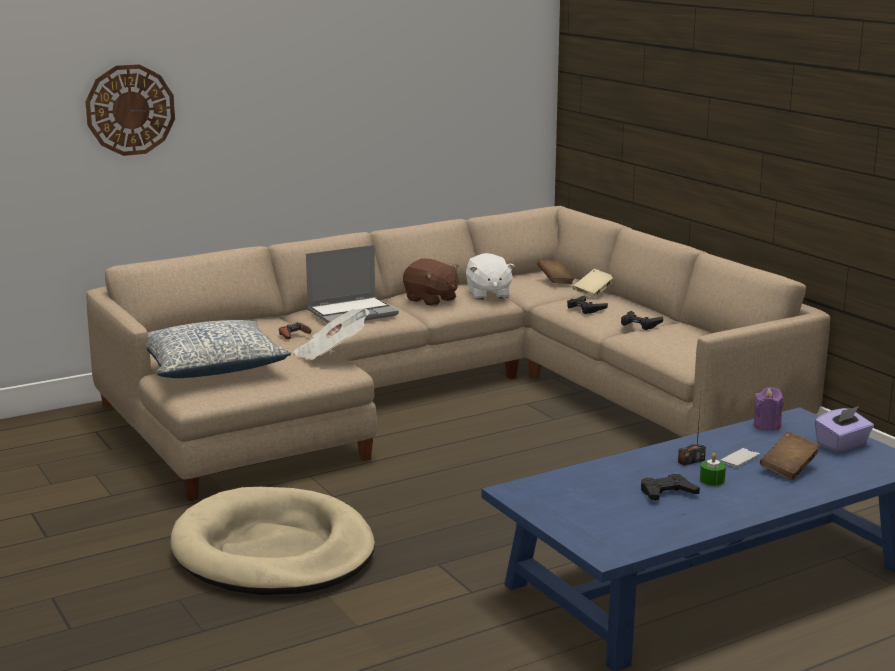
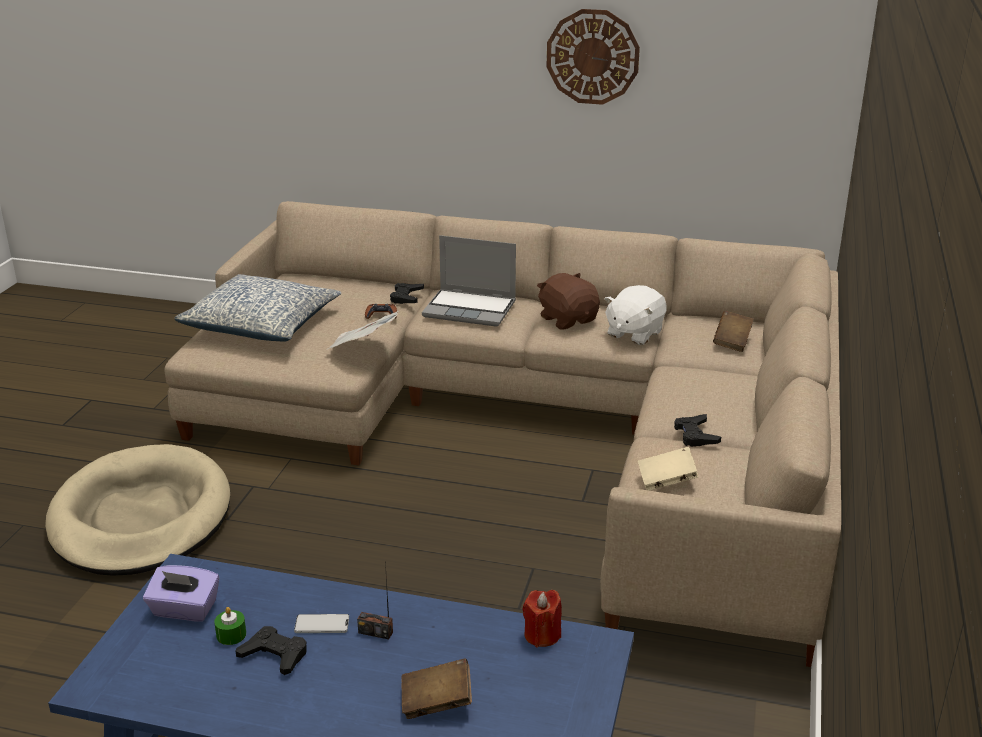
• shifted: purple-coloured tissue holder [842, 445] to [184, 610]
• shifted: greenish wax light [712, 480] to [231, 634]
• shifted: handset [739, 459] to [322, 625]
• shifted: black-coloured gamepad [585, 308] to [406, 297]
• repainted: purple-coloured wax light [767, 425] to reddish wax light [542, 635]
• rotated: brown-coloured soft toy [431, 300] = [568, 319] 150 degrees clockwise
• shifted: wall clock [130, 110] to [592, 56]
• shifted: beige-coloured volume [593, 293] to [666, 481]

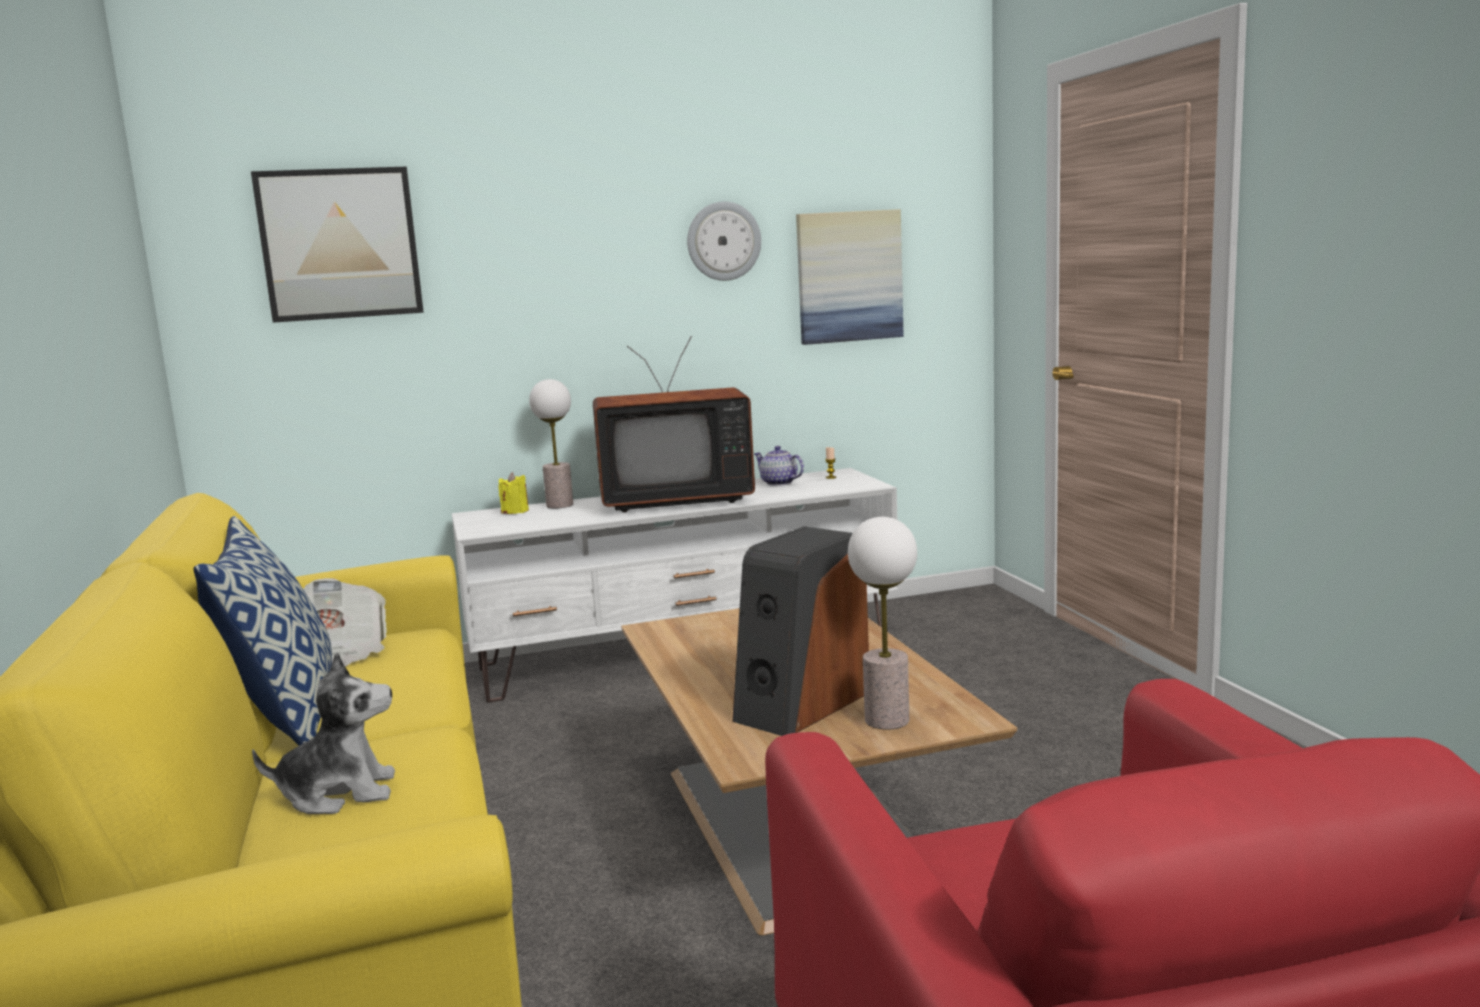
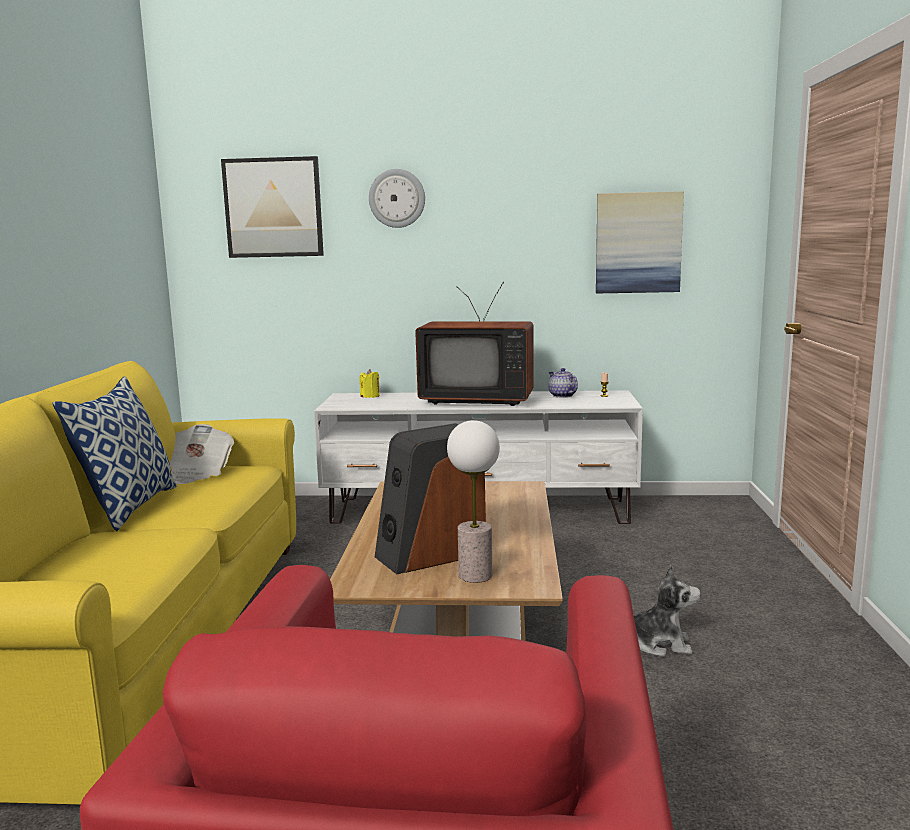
• shifted: wall clock [723, 241] to [397, 198]
• shifted: soft toy [339, 793] to [659, 644]
• gone: lamp for a table [559, 505]

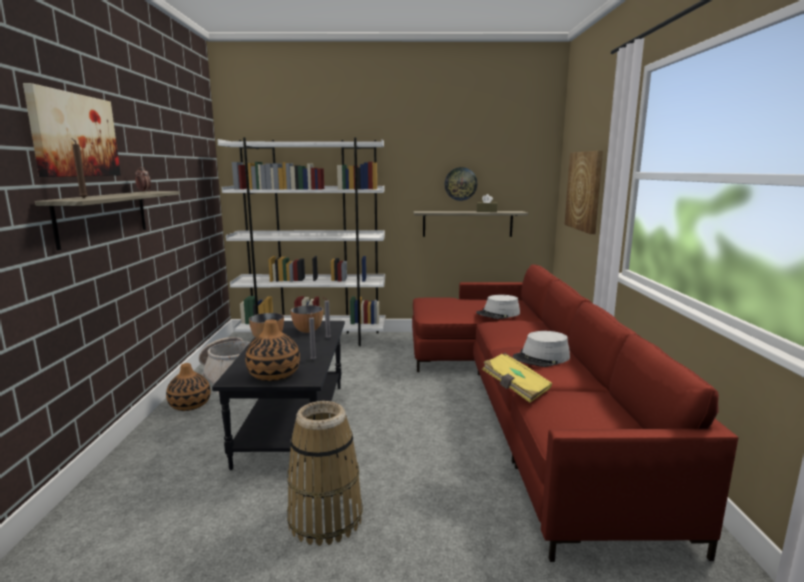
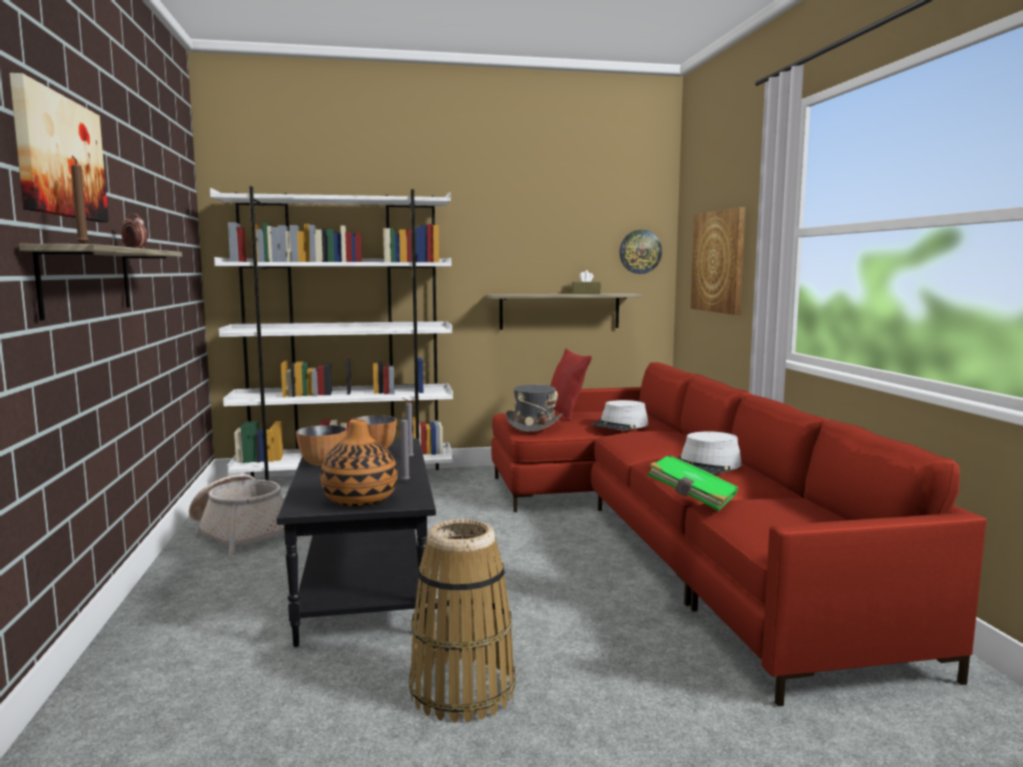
• new: gray wearable hat [534, 425]
• new: reddish throw pillow [565, 414]
• shifted: wall clock [460, 184] to [640, 251]
• repainted: yellow-coloured volume [515, 388] to greenish volume [691, 498]
• gone: decorative vase [189, 405]

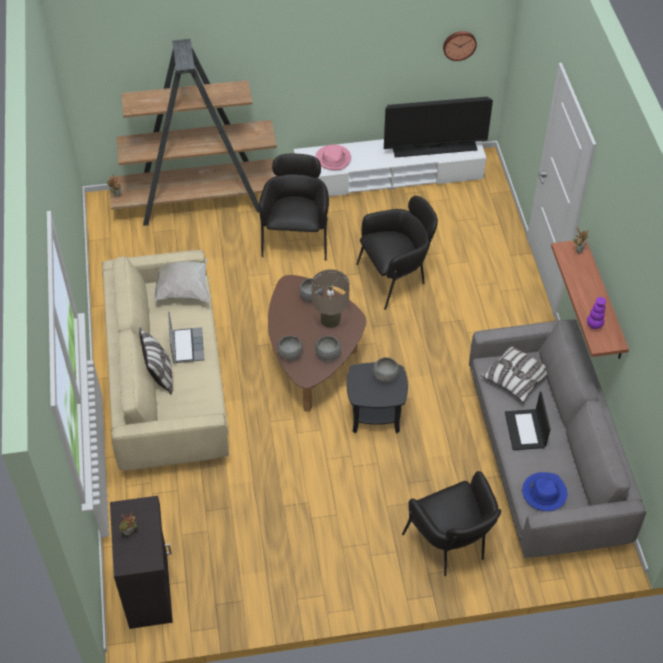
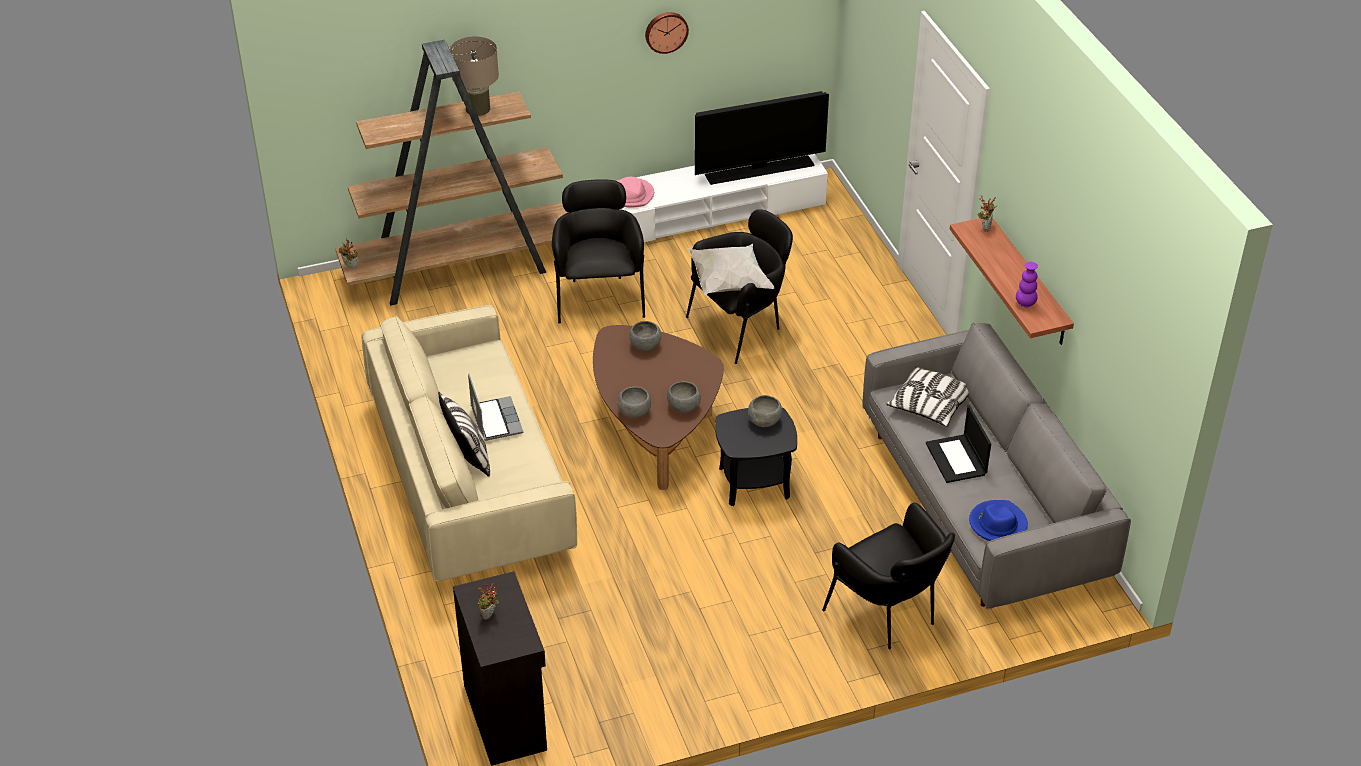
• shifted: beige-coloured lamp for a table [330, 320] to [478, 109]
• shifted: wall clock [459, 44] to [666, 31]
• shifted: white-coloured throw pillow [182, 288] to [728, 283]

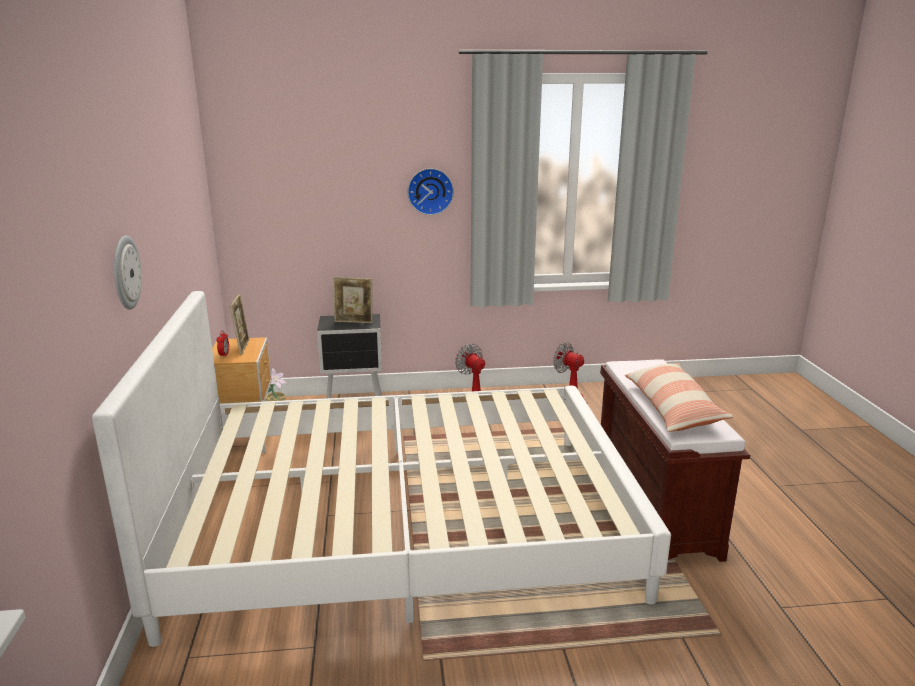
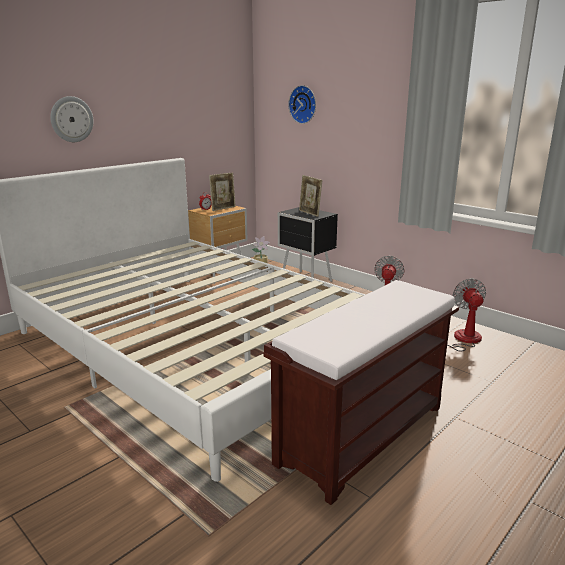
• shifted: wall clock [430, 191] to [304, 104]
• gone: throw pillow [672, 408]

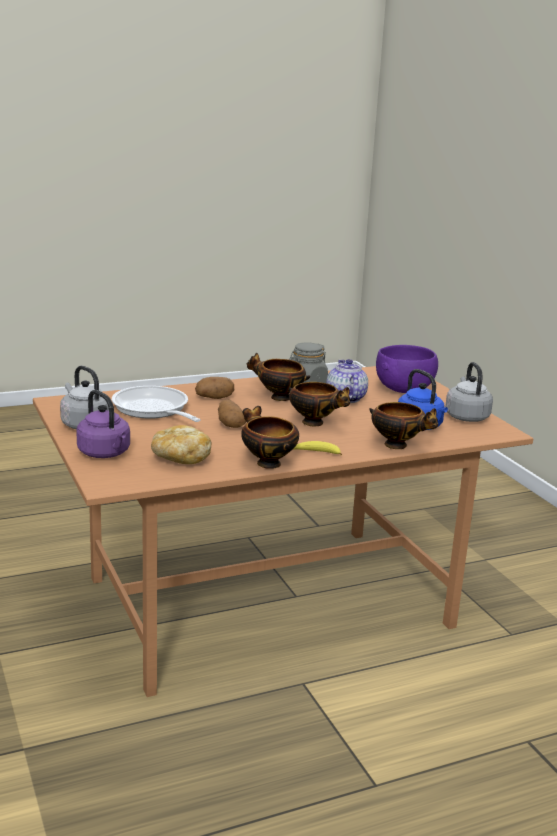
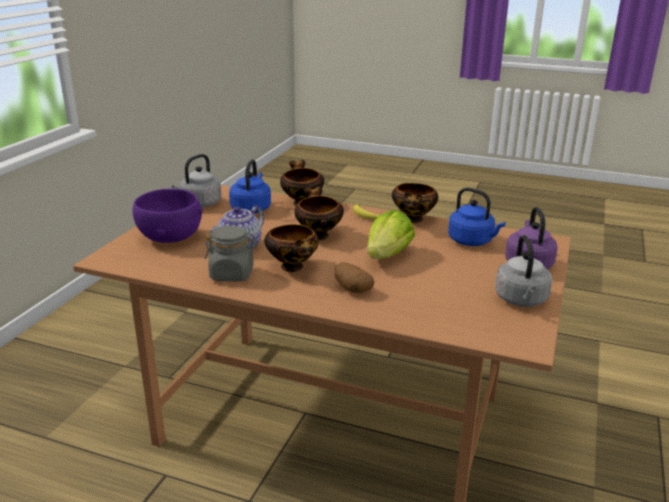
• swapped: spud [230, 425] to head of lettuce [388, 256]
• swapped: bread [180, 459] to blue-coloured tea kettle [472, 241]
• gone: frying pan [153, 410]

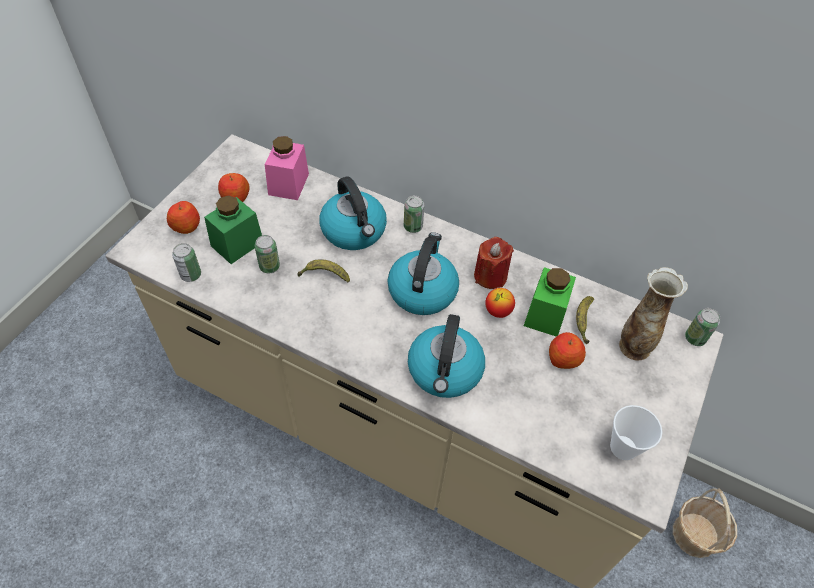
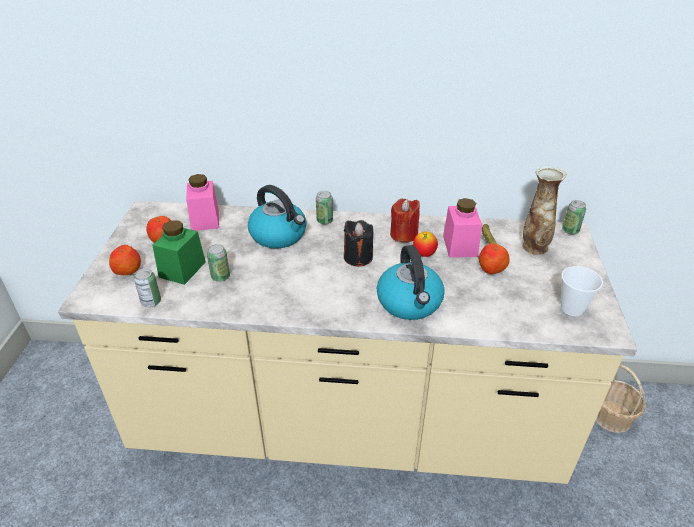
• swapped: tea kettle [422, 290] to black-coloured wax light [358, 257]
• repainted: greenish preserve jar [545, 314] to pink preserve jar [460, 246]
• gone: whole banana [324, 275]

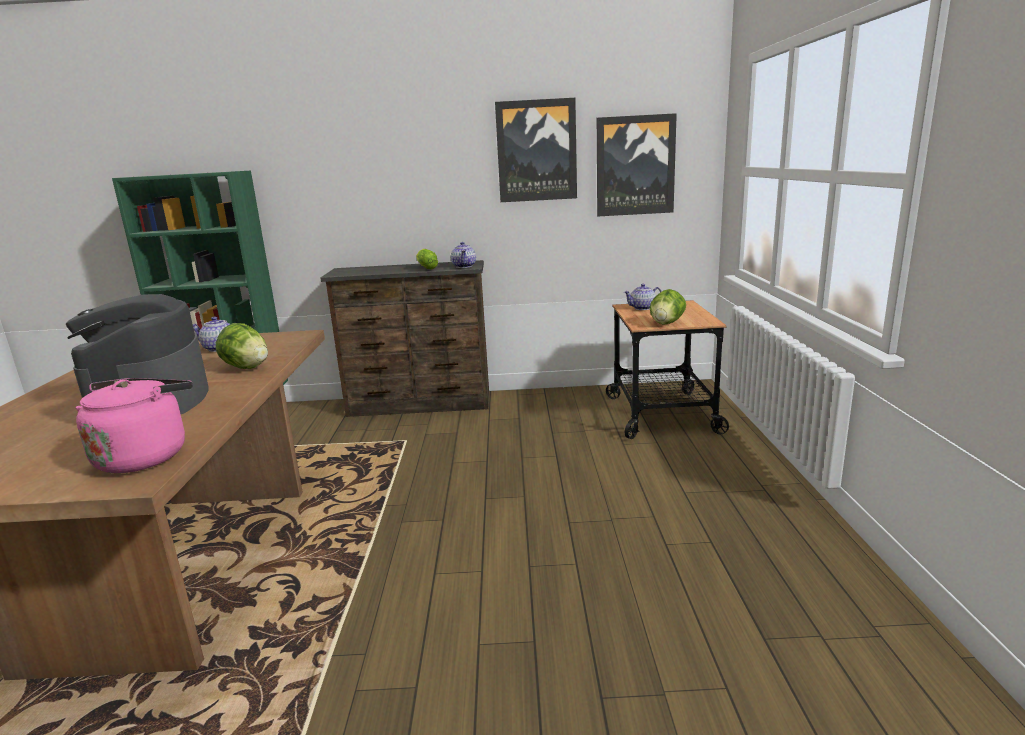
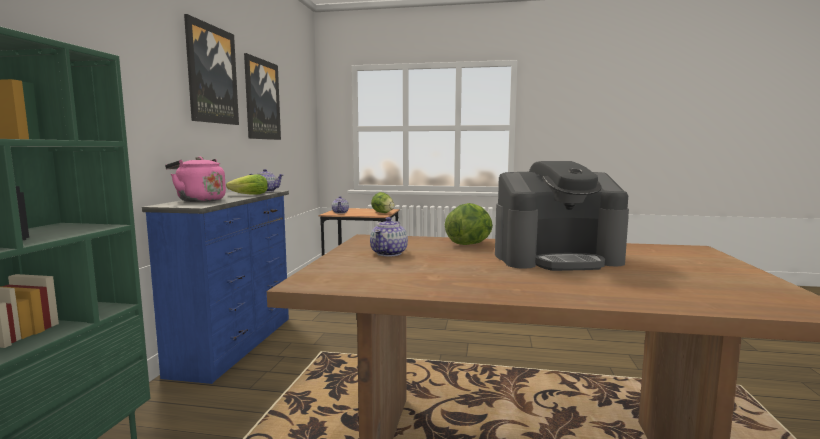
• repainted: brown-coloured dresser [420, 405] to blue-coloured dresser [236, 344]
• shifted: pink tea kettle [145, 456] to [199, 200]
• shifted: wall picture [635, 166] to [211, 74]

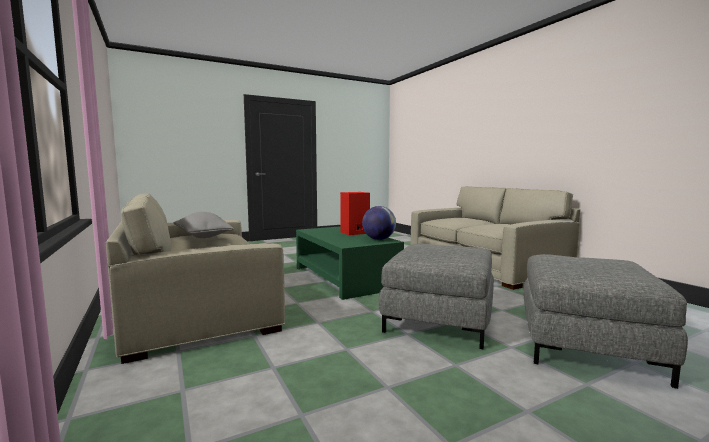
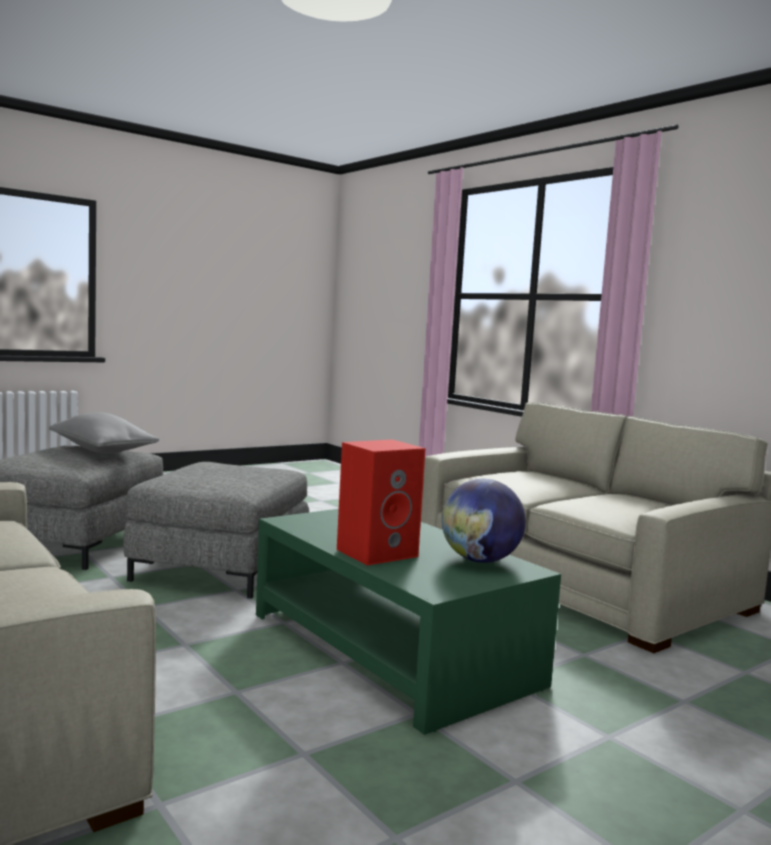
• shifted: gray throw pillow [202, 237] to [102, 451]
• shifted: desk globe [378, 239] to [480, 560]

